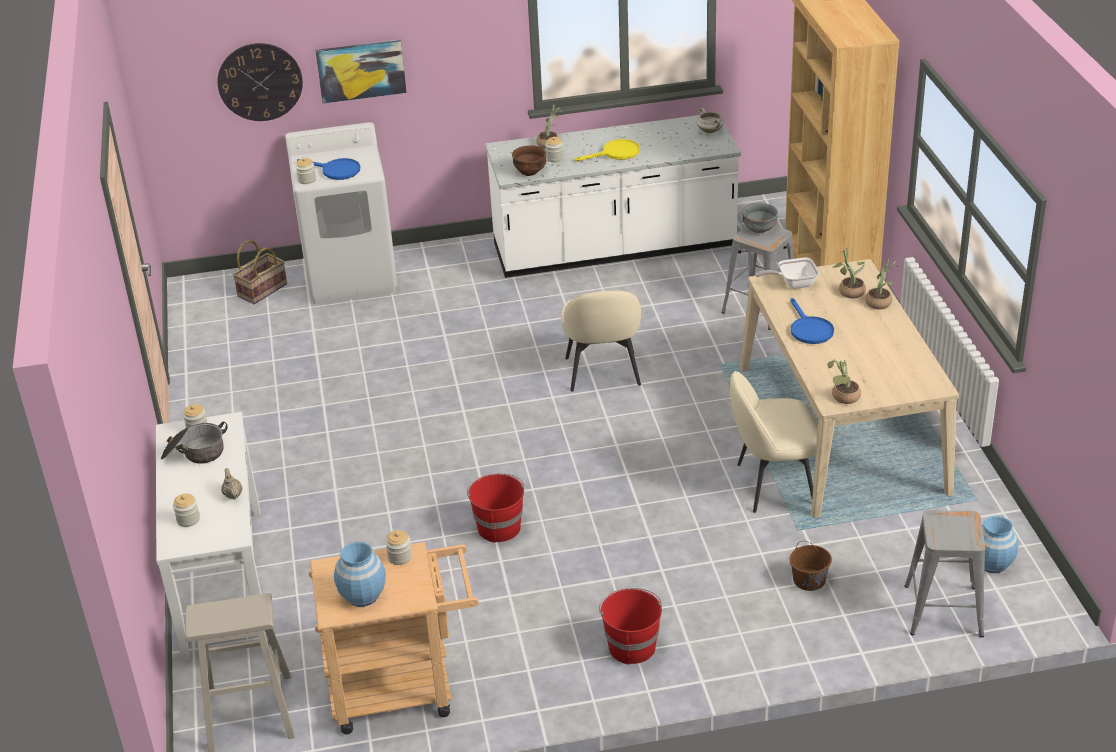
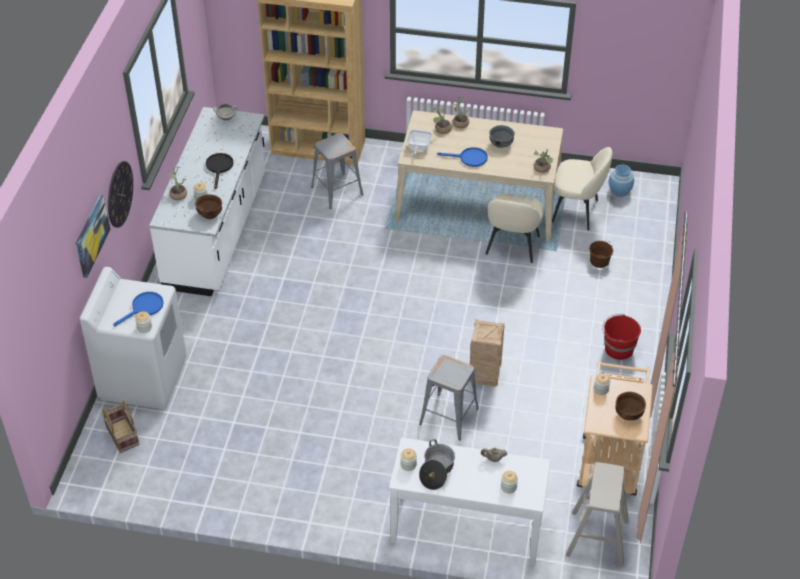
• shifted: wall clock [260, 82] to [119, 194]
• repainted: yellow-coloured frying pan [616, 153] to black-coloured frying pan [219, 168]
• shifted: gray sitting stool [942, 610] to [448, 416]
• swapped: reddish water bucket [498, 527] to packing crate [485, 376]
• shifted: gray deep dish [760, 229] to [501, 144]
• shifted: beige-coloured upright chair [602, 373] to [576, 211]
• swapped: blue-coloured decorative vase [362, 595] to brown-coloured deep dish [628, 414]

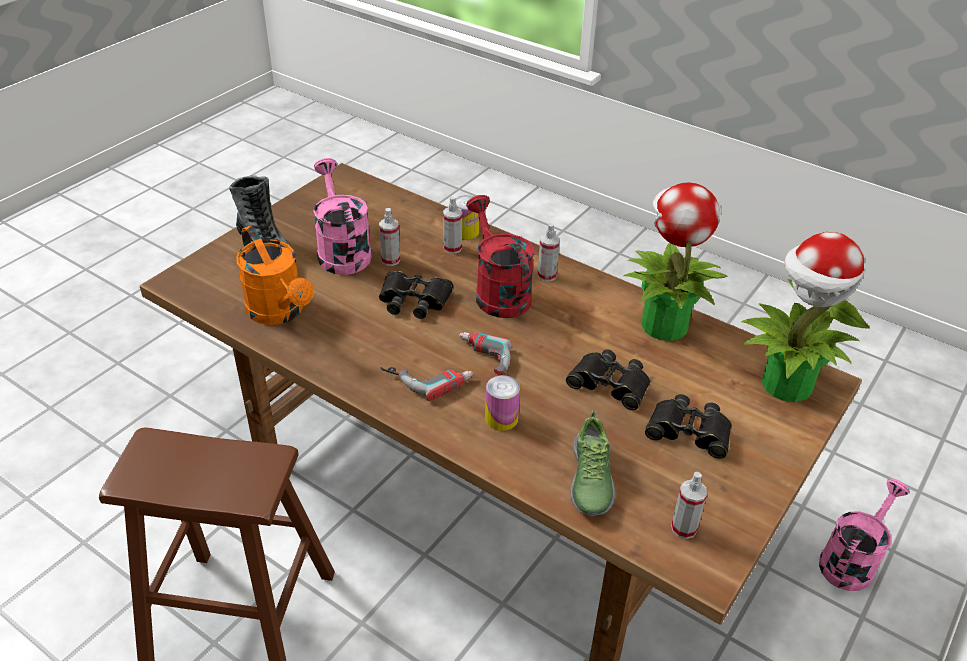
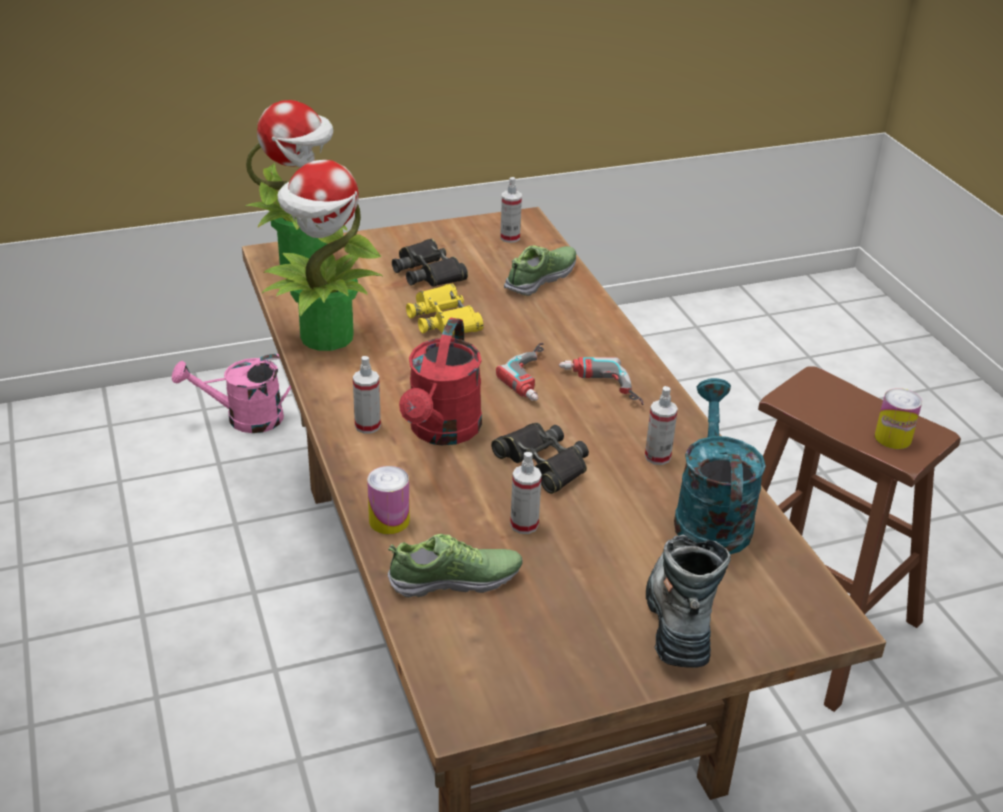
• new: low shoe [455, 580]
• repainted: black-coloured pair of binoculars [610, 384] to yellow-coloured pair of binoculars [444, 319]
• shifted: hand sprayer [452, 248] to [657, 457]
• repainted: orangey watering can [280, 313] to blue-green watering can [710, 516]
• shifted: sealed can [501, 418] to [893, 438]
• gone: pink watering can [341, 251]

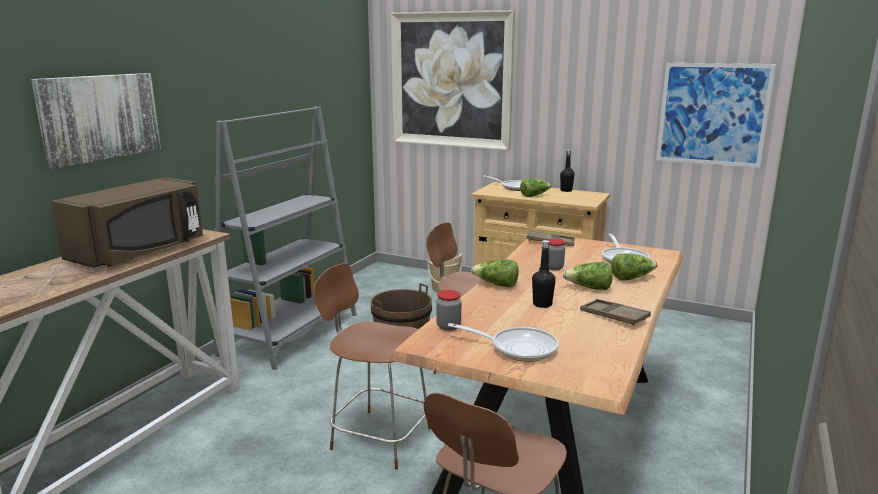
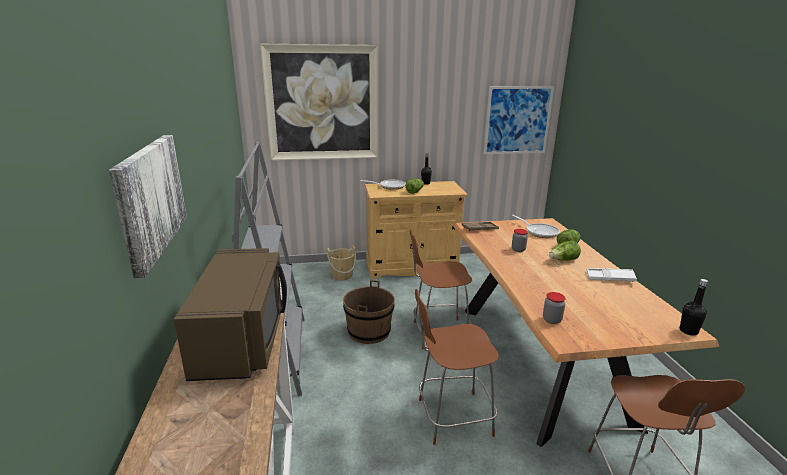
• repainted: brown-coloured tray [614, 316] to white-coloured tray [610, 278]
• shifted: black-coloured bottle [542, 304] to [688, 331]
• gone: frying pan [518, 348]
• gone: head of lettuce [496, 285]

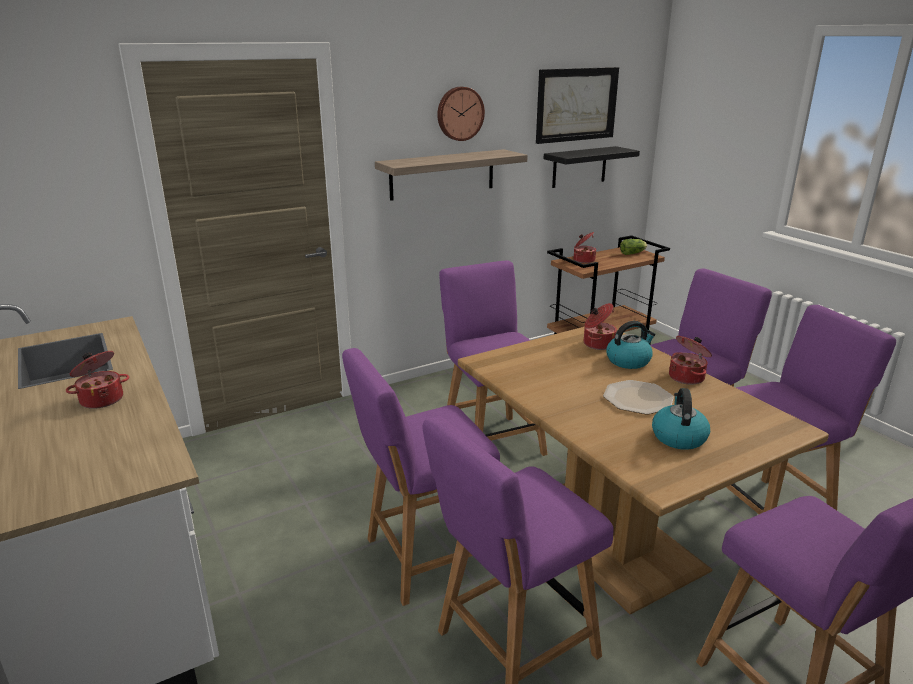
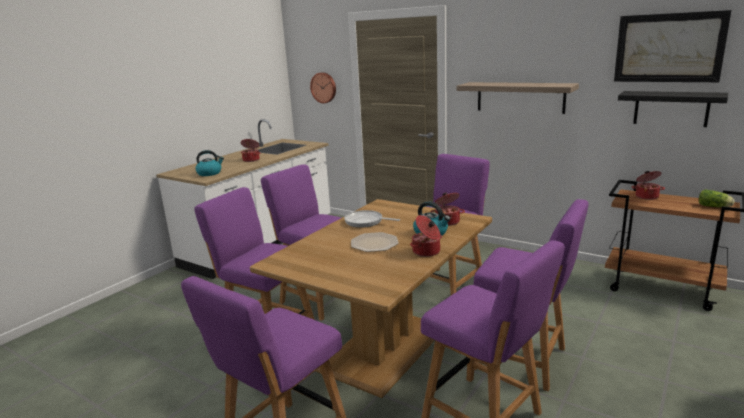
• shifted: tea kettle [678, 437] to [210, 173]
• shifted: wall clock [459, 113] to [324, 87]
• new: frying pan [366, 222]

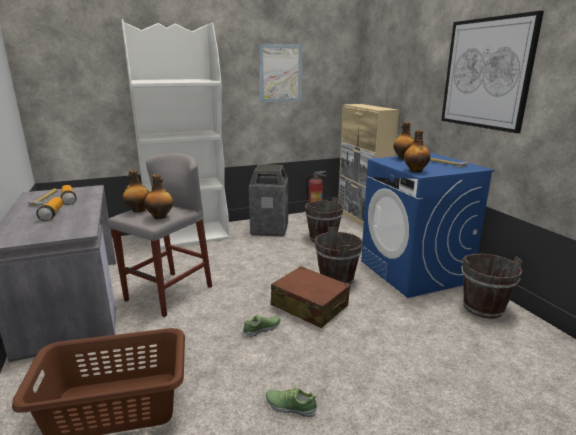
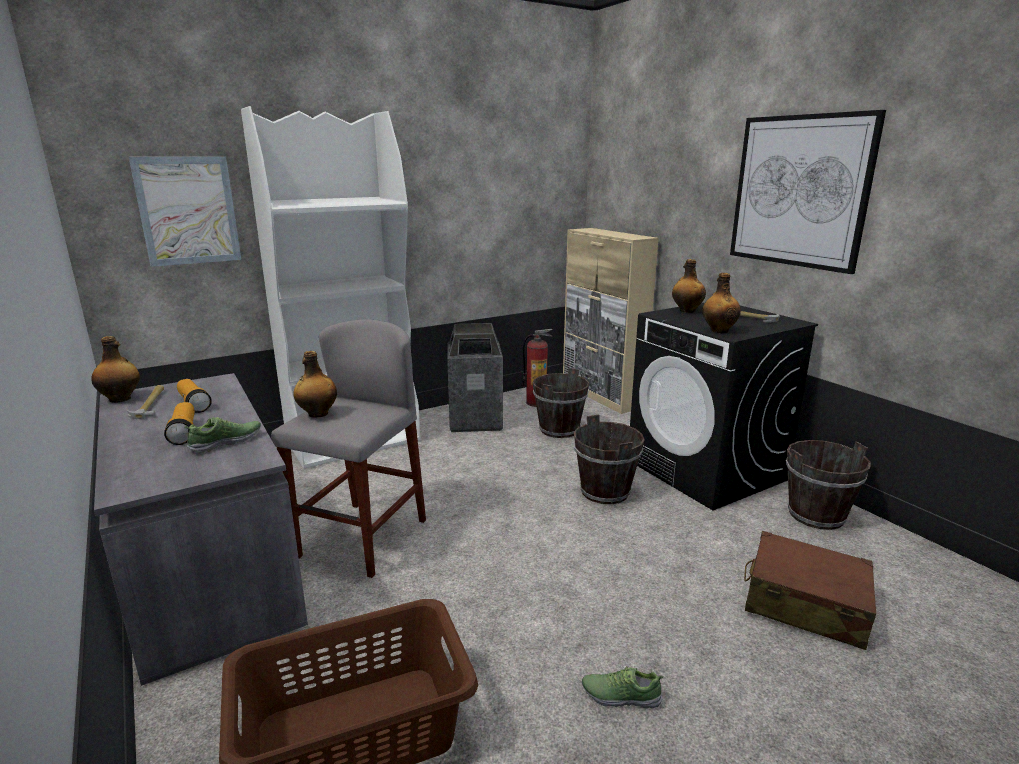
• shifted: bottle [160, 217] to [121, 399]
• shifted: wall picture [280, 73] to [188, 211]
• shifted: low shoe [262, 329] to [226, 442]
• repainted: blue-coloured laundry machine [414, 272] to black-coloured laundry machine [706, 470]
• shifted: brown-coloured piece of luggage [309, 306] to [804, 604]

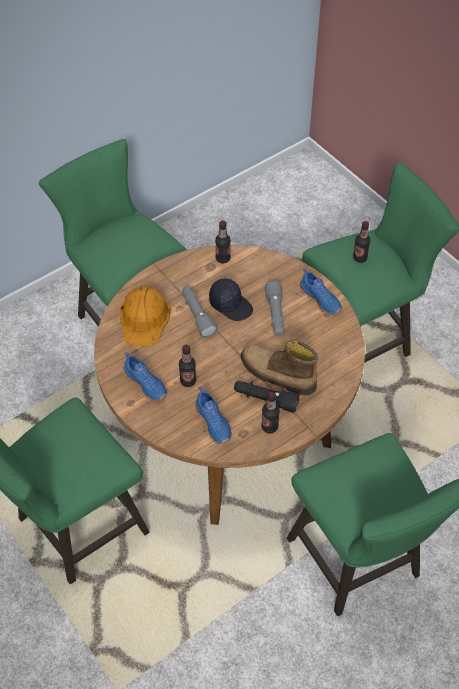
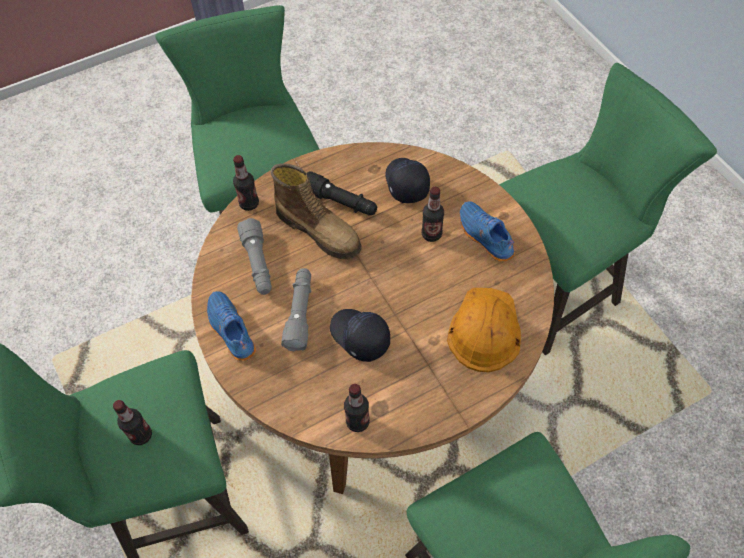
• shifted: bottle [269, 427] to [249, 204]
• shifted: gray torch [197, 315] to [258, 264]
• swapped: blue-coloured low shoe [214, 422] to black-coloured cap [405, 183]

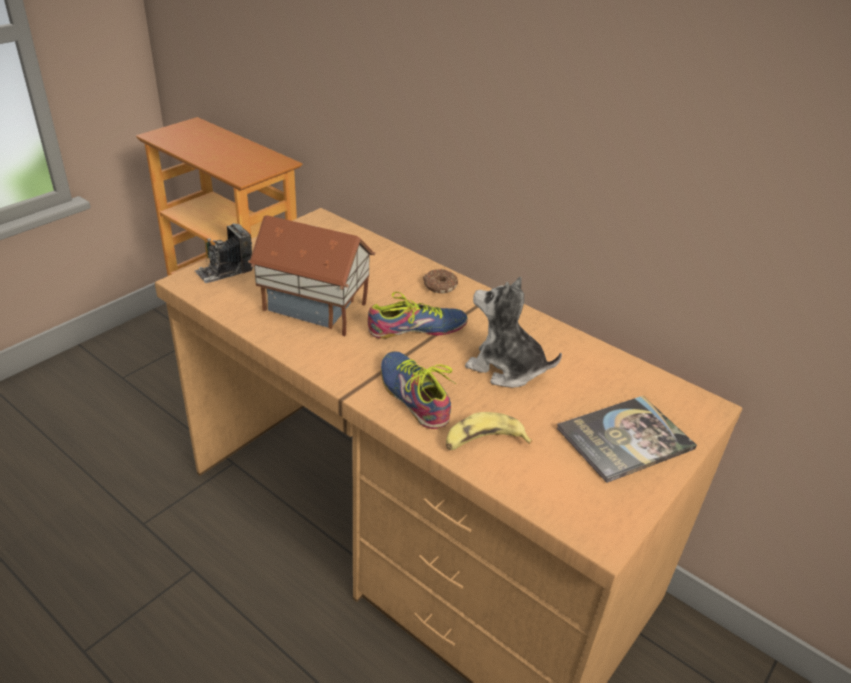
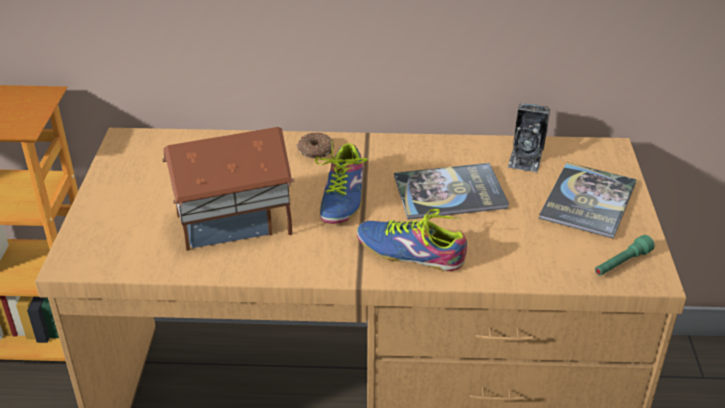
• rotated: low shoe [416, 328] = [343, 197] 150 degrees clockwise
• swapped: soft toy [505, 368] to volume [449, 192]
• shifted: photo camera [224, 270] to [526, 155]
• new: greenish torch [621, 264]
• gone: whole banana [483, 442]

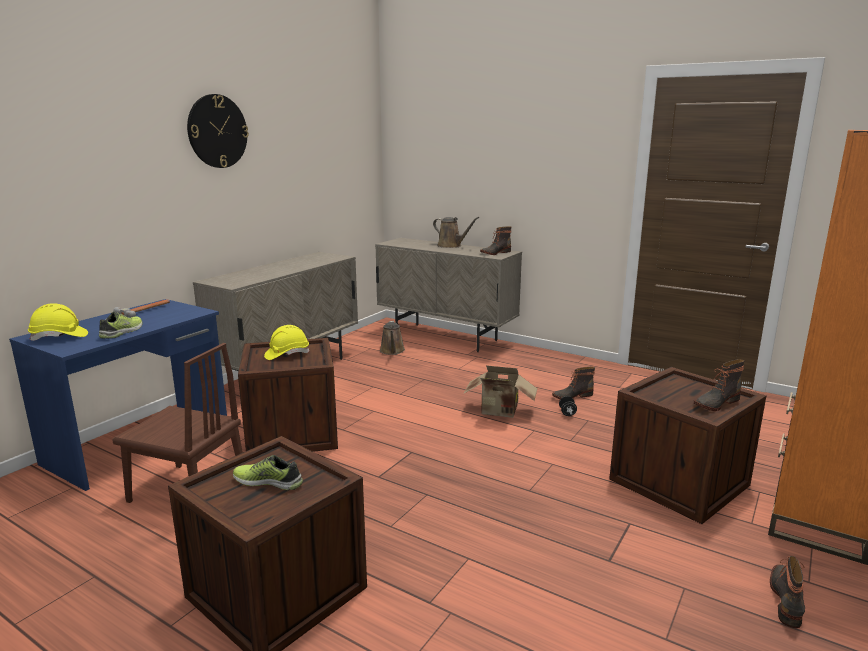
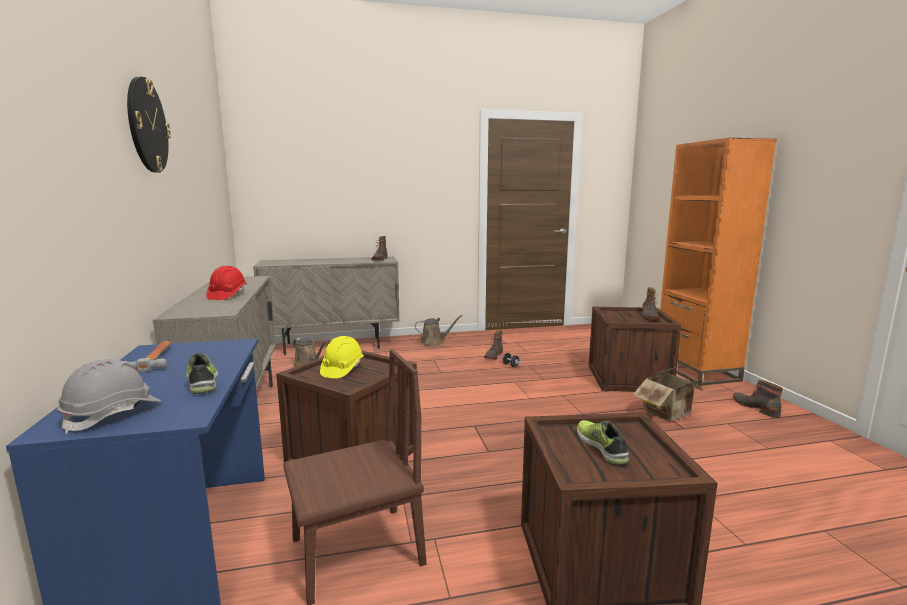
• repainted: yellow-coloured hard hat [59, 337] to gray hard hat [113, 414]
• new: reddish hard hat [227, 295]
• shifted: brown-coloured watering can [451, 246] to [434, 342]
• rotated: low shoe [269, 481] = [602, 447] 105 degrees clockwise
• shifted: packing box [500, 412] to [670, 414]

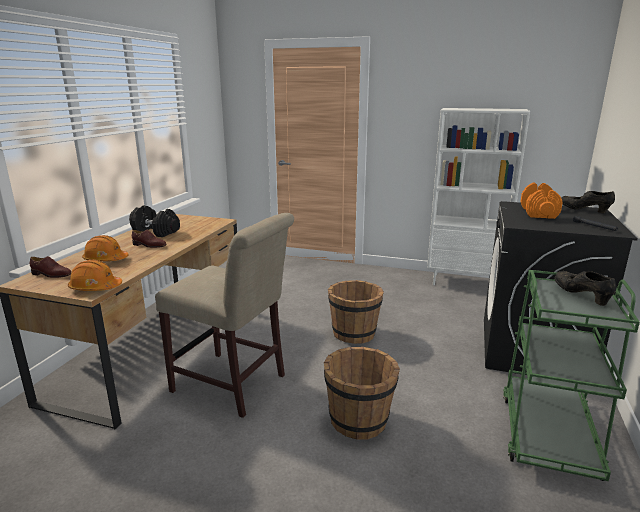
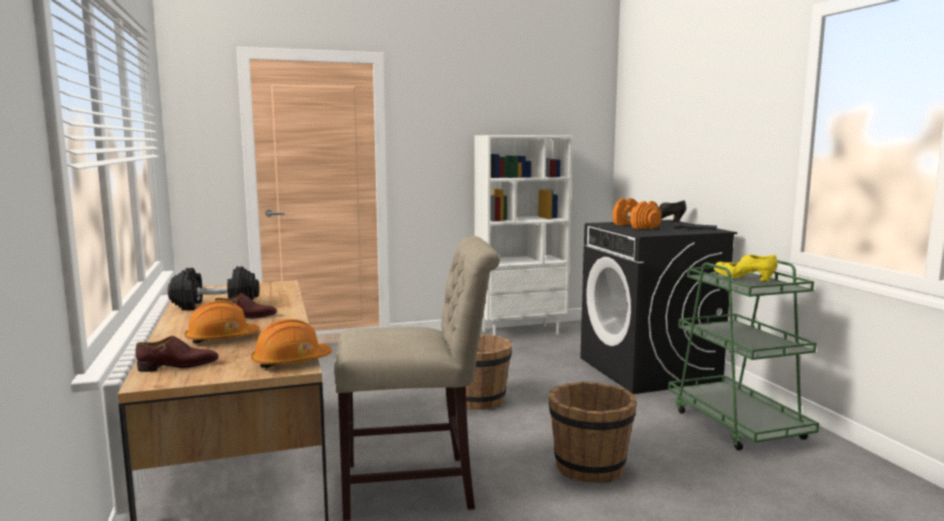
• repainted: black-coloured low shoe [581, 296] to yellow-coloured low shoe [744, 279]

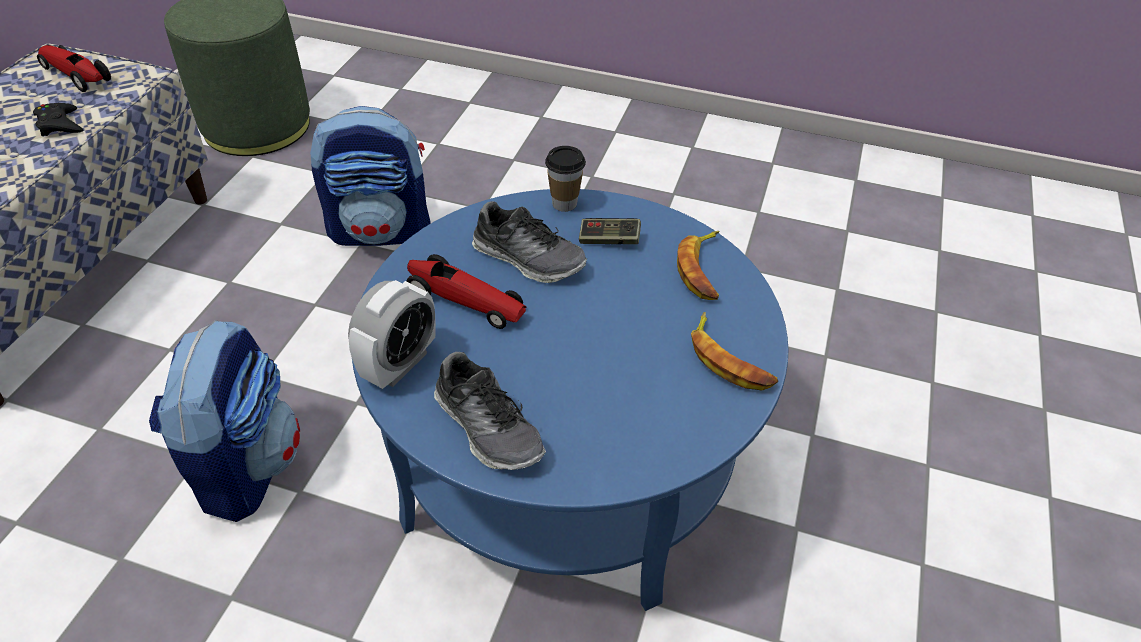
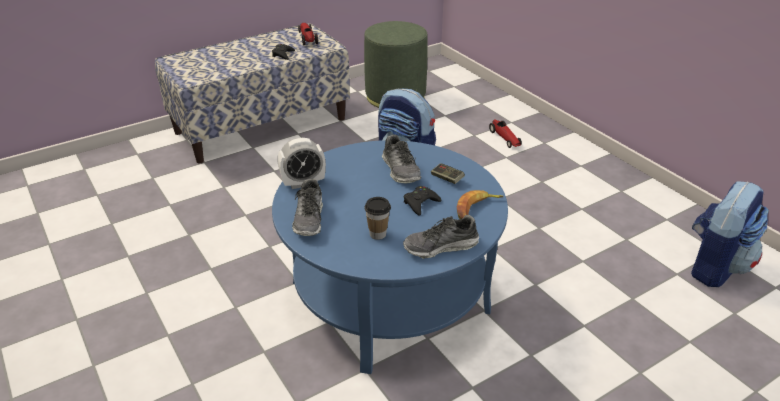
• shifted: drinking cup [564, 203] to [378, 234]
• swapped: whole banana [729, 360] to low shoe [441, 247]
• new: black-coloured gamepad [420, 203]
• shifted: toy car [465, 301] to [504, 138]
• shifted: rucksack [246, 465] to [714, 266]

